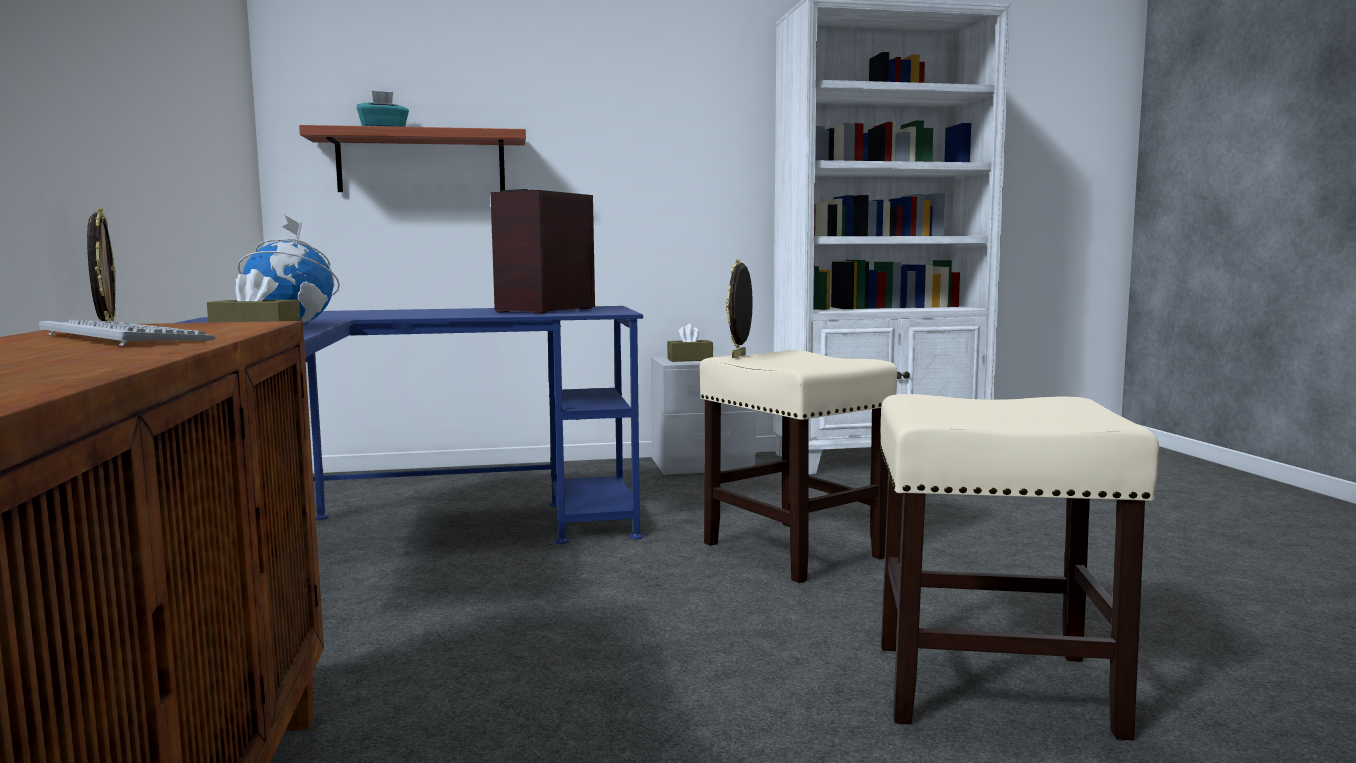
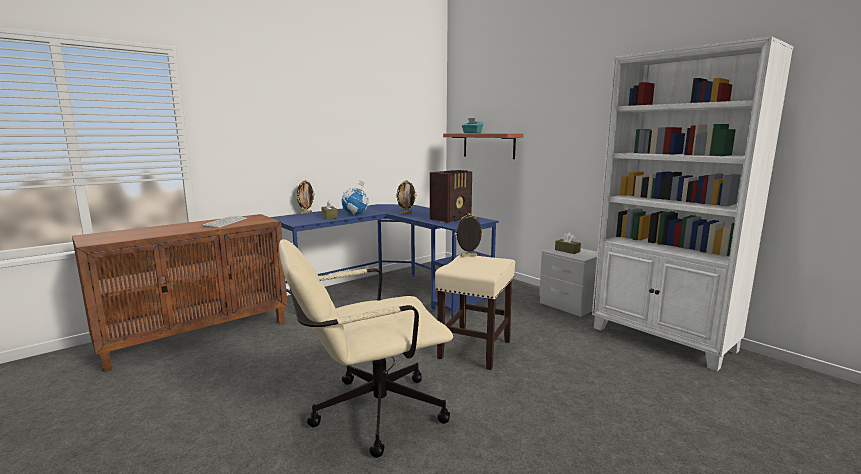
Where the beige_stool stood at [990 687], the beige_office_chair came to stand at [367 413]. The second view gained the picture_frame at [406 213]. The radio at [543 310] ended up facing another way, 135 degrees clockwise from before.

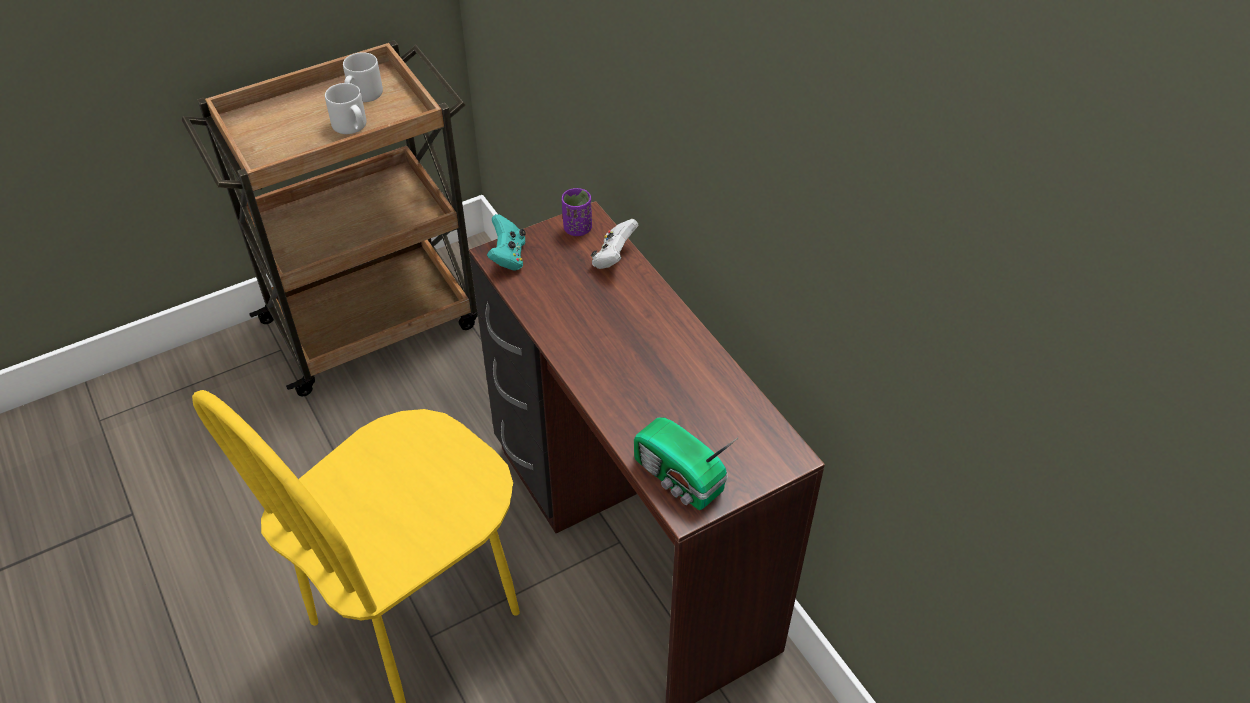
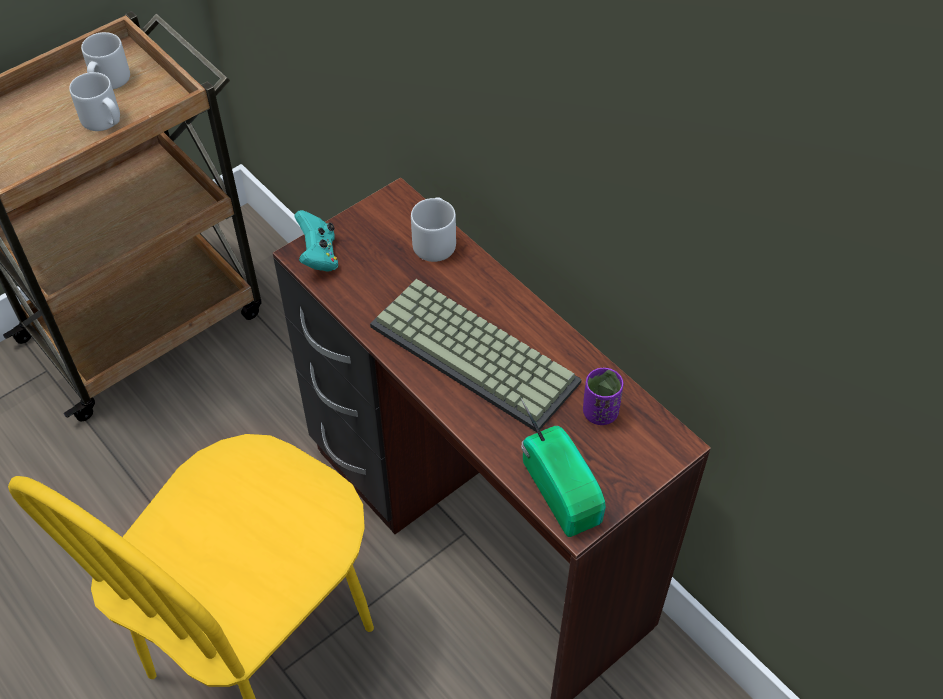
The second view gained the keyboard at [478 353]. Where the white_game_controller stood at [613 258], the grey_mug came to stand at [435 242]. The radio at [679 479] ended up facing another way, 150 degrees counterclockwise from before. The purple_cup ended up elsewhere, having gone from [577 229] to [600 412].

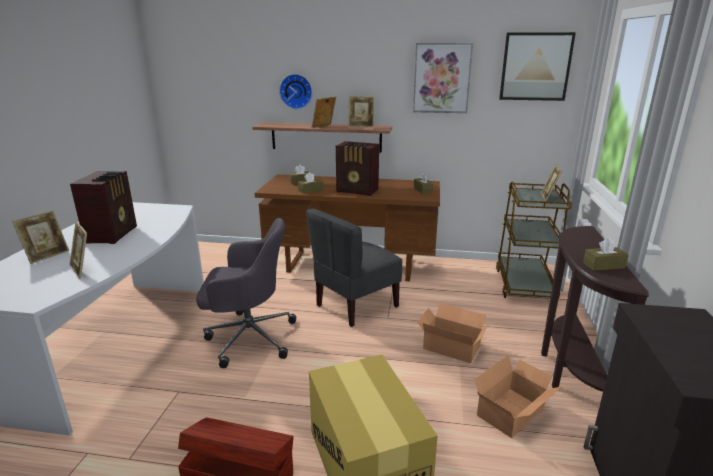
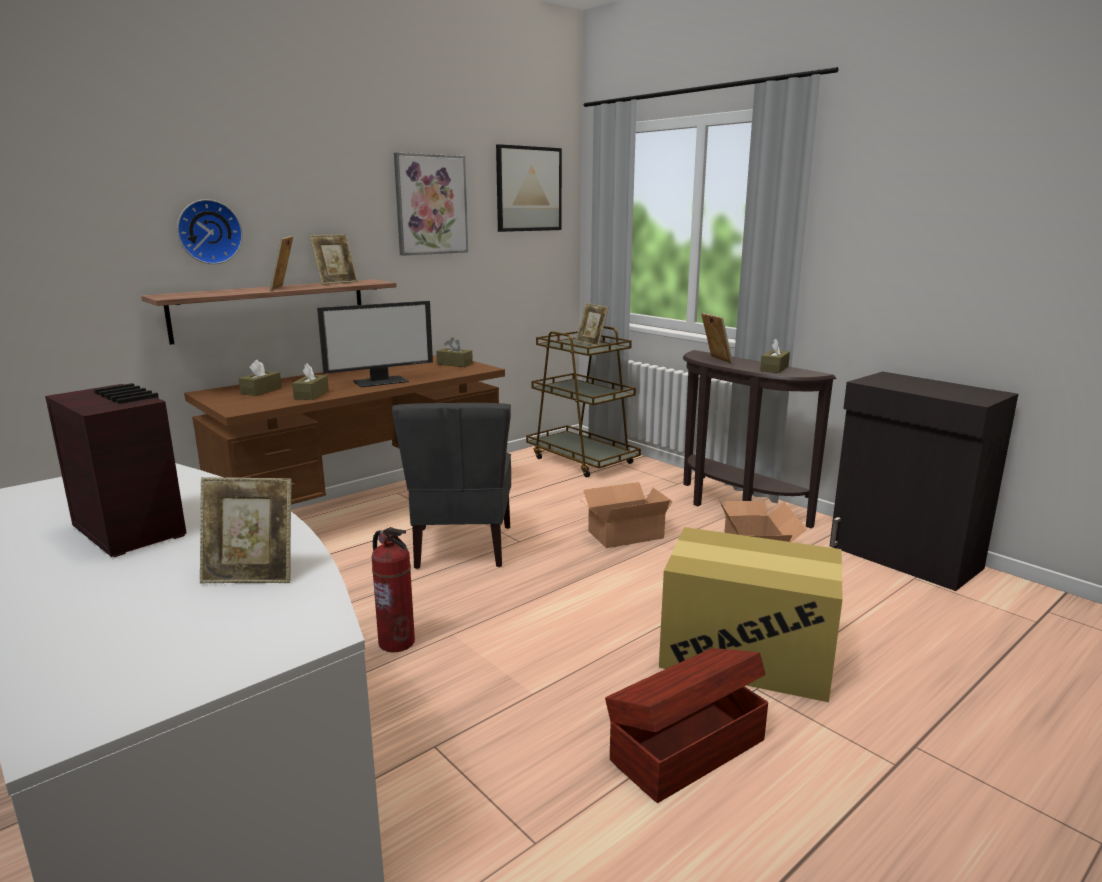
Where the radio stood at [358 191], the monitor came to stand at [381 381]. Where the grey_office_chair stood at [248 337], the fire_extinguisher came to stand at [397 642]. The picture_frame ended up elsewhere, having gone from [47 255] to [715 360].

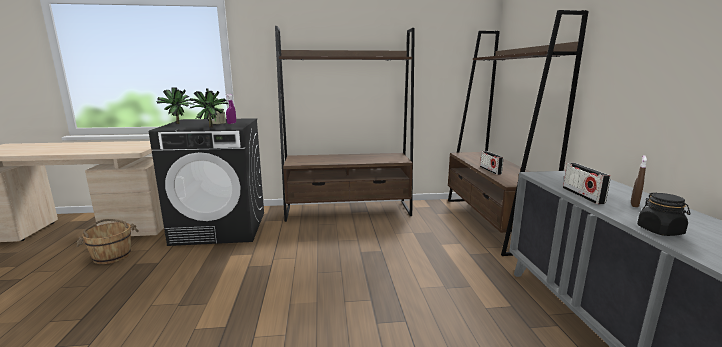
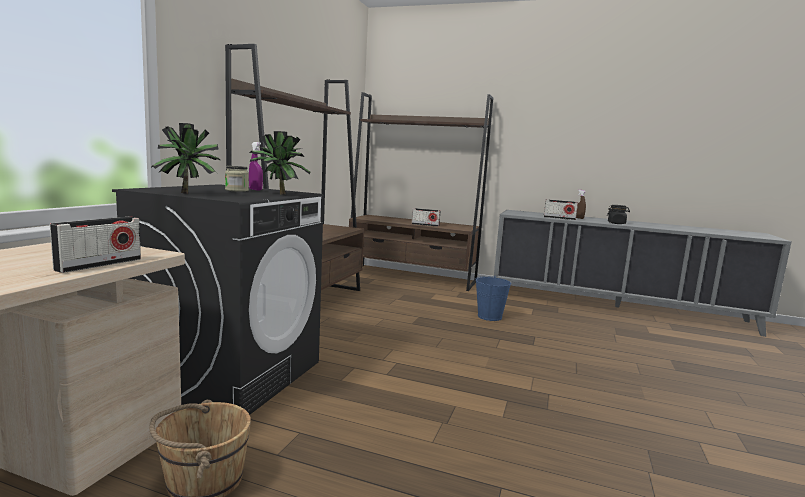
The second view gained the radio at [99 264]. The second view gained the blue_bucket at [490 317].

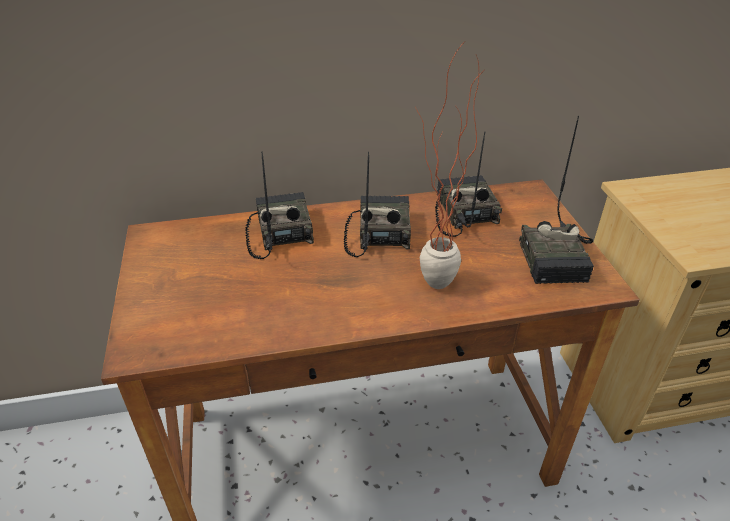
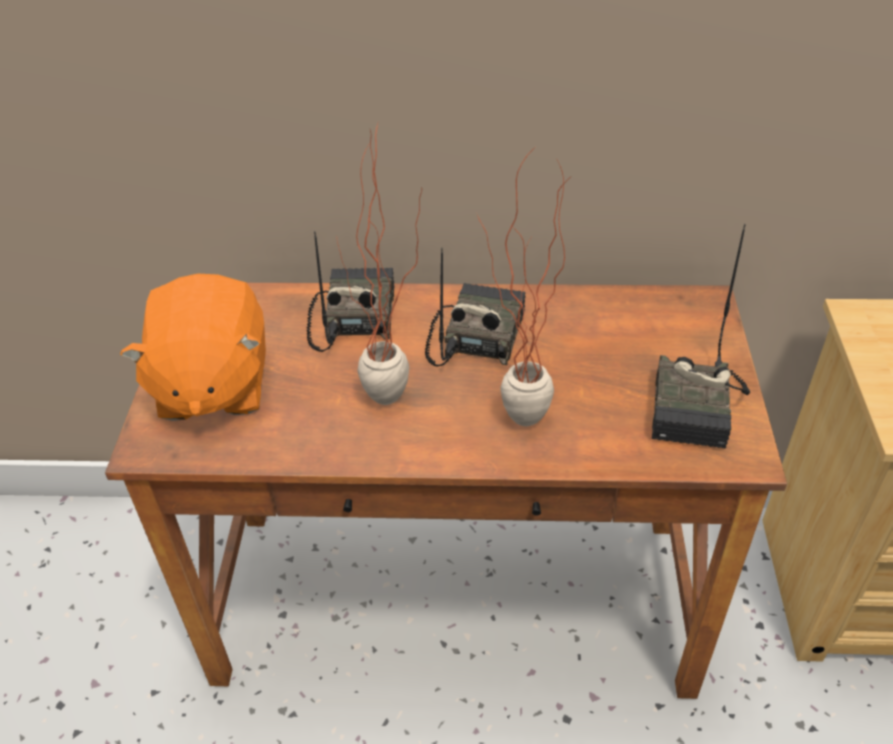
The second view gained the orange_plush_toy at [212 385]. The second view gained the potted_plant at [394 407]. The second view lost the radio at [462 212].

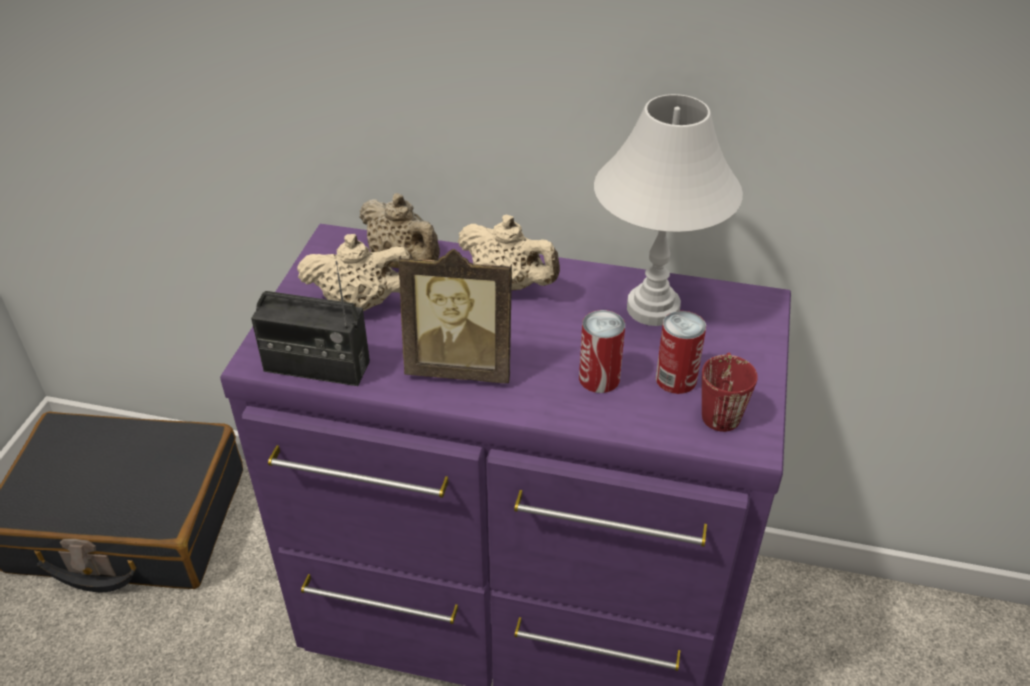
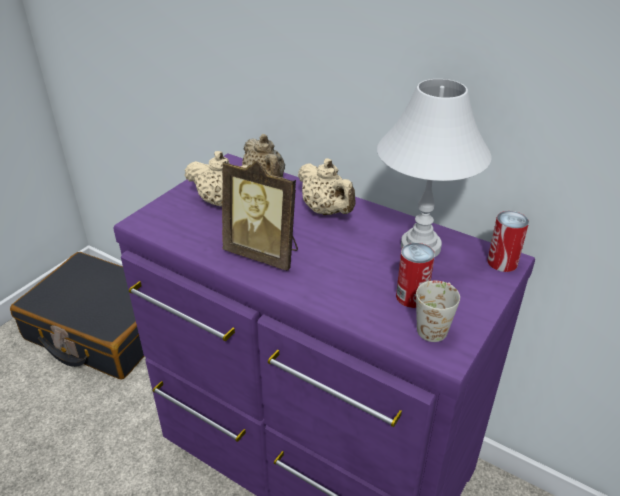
What was the red_mug at [720 408] turned into the white_mug at [435 325]. The can ended up elsewhere, having gone from [599 378] to [502 262]. The second view lost the radio at [316 367].

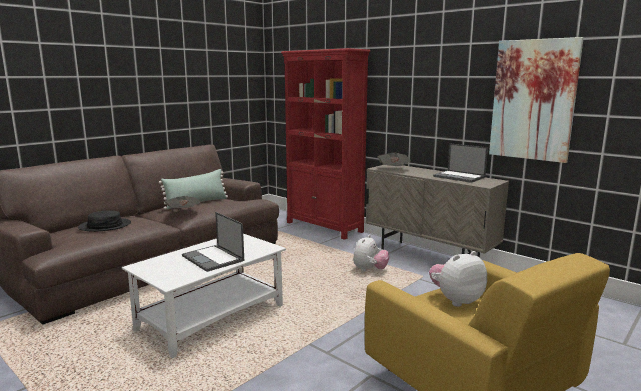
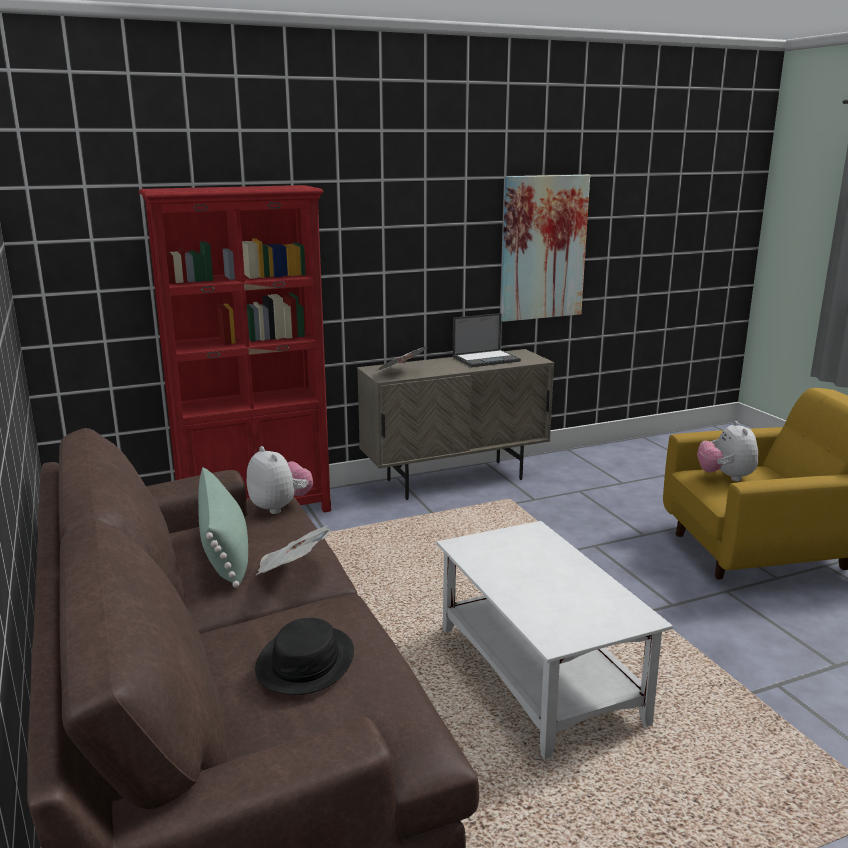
The plush_toy ended up elsewhere, having gone from [370 270] to [280 507]. The second view lost the laptop at [213 258].

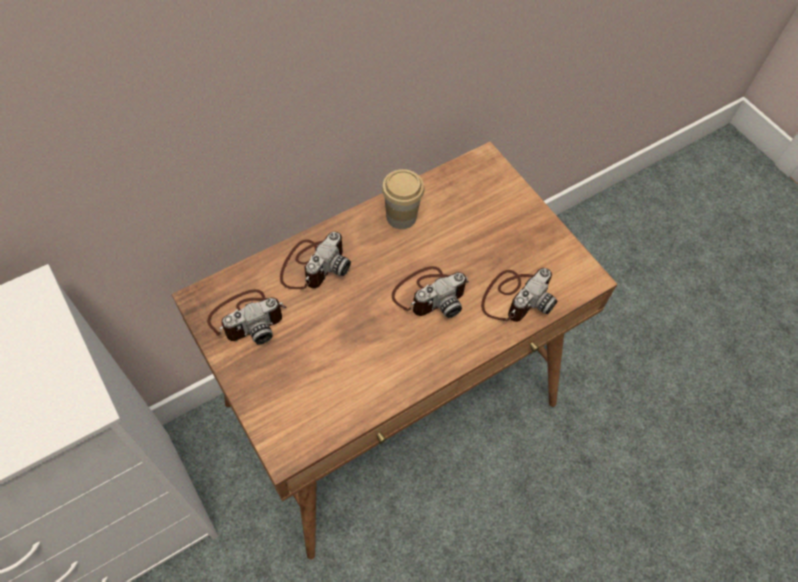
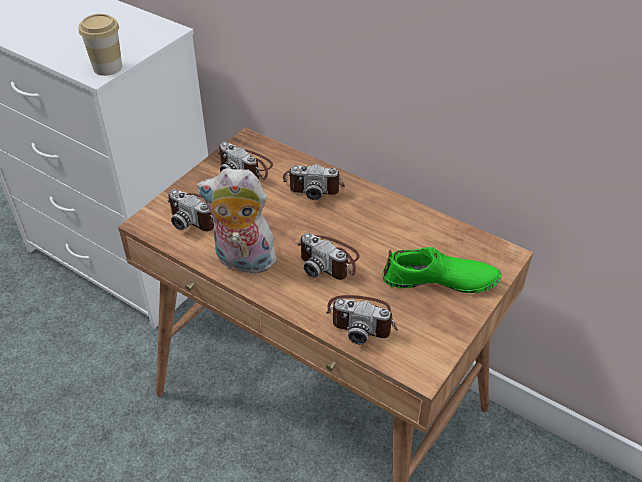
The cup ended up elsewhere, having gone from [401 216] to [107 67]. The second view gained the photo_camera at [198 214]. The second view gained the plush_toy at [242 261]. The second view gained the green_shoe at [440 281].

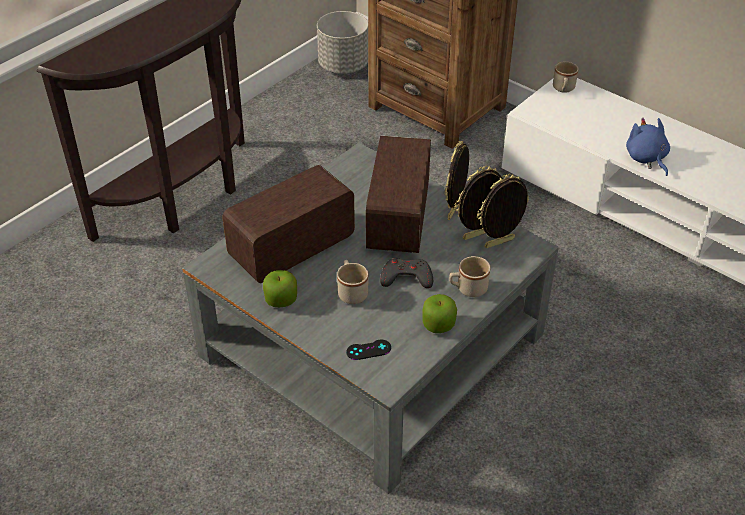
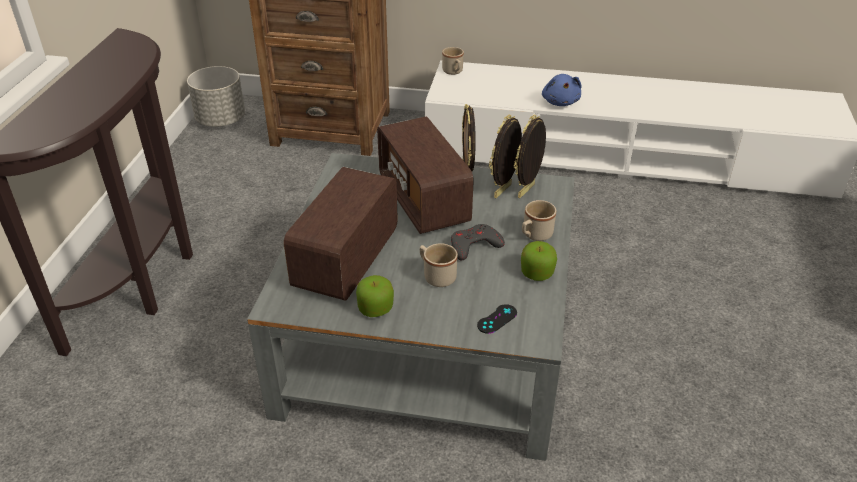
The blue_plush_toy at [646 158] ended up facing another way, 135 degrees counterclockwise from before.

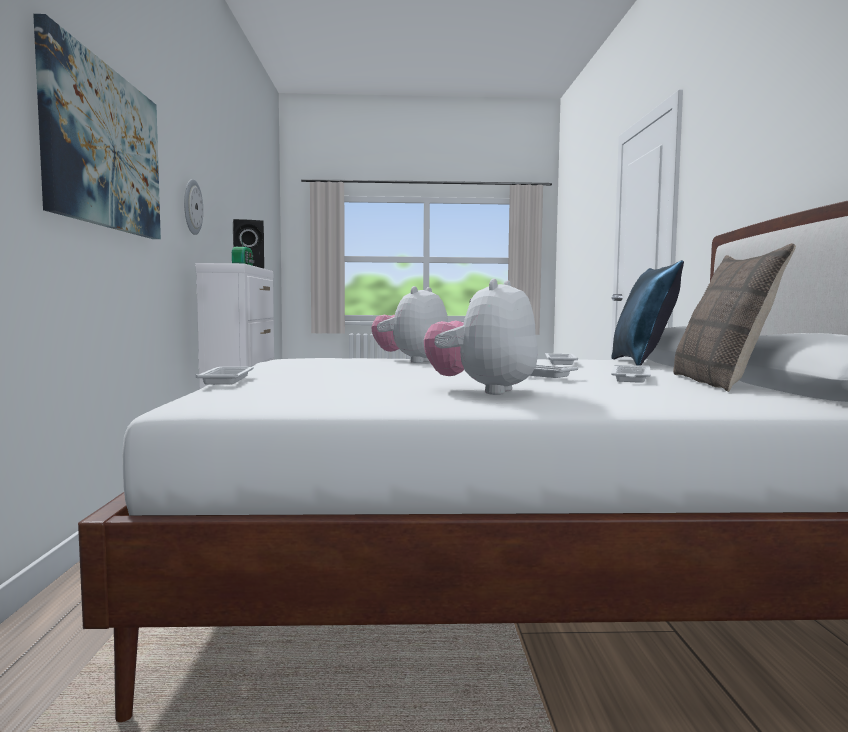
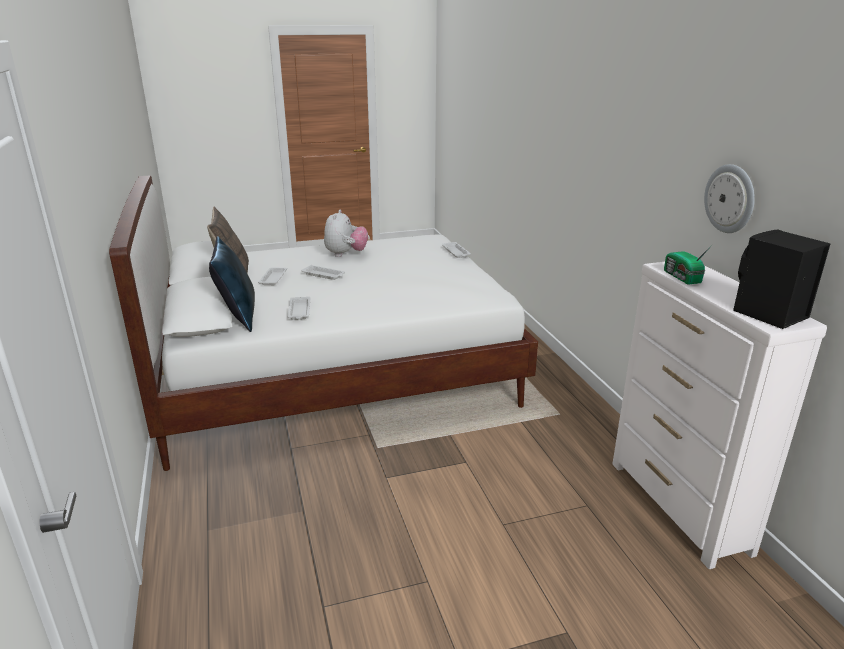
The second view lost the picture at [104 148]. The second view lost the plush_toy at [412 361].

